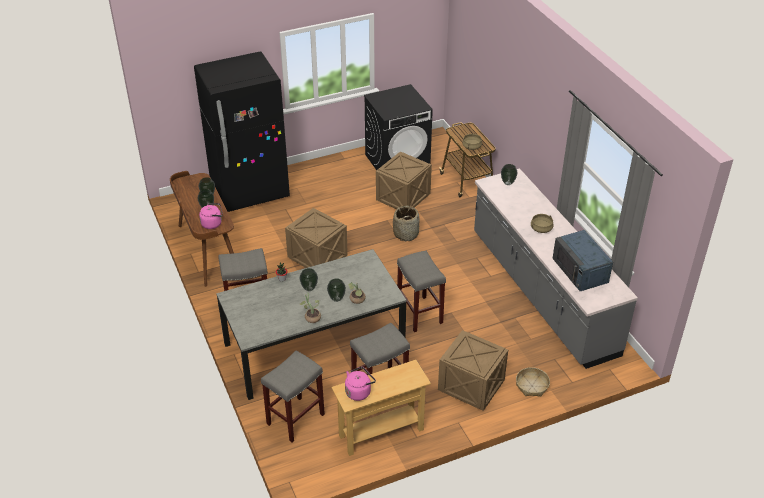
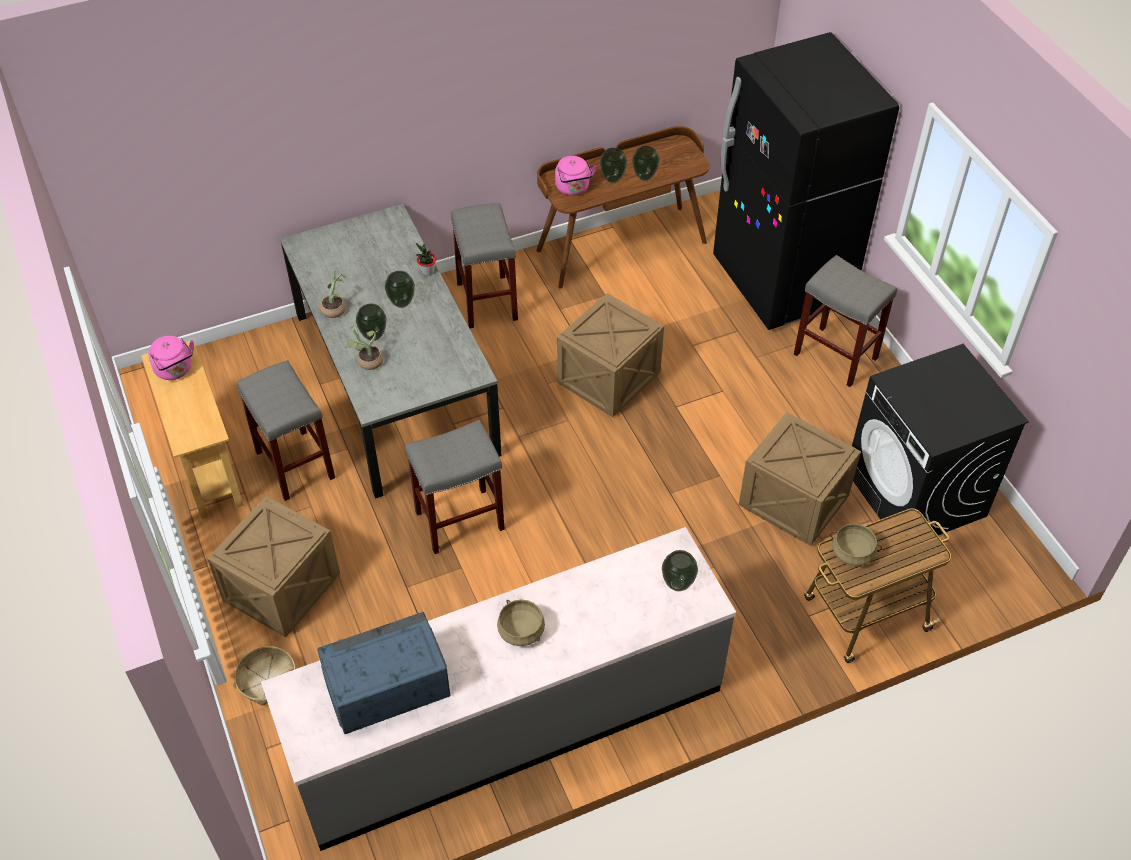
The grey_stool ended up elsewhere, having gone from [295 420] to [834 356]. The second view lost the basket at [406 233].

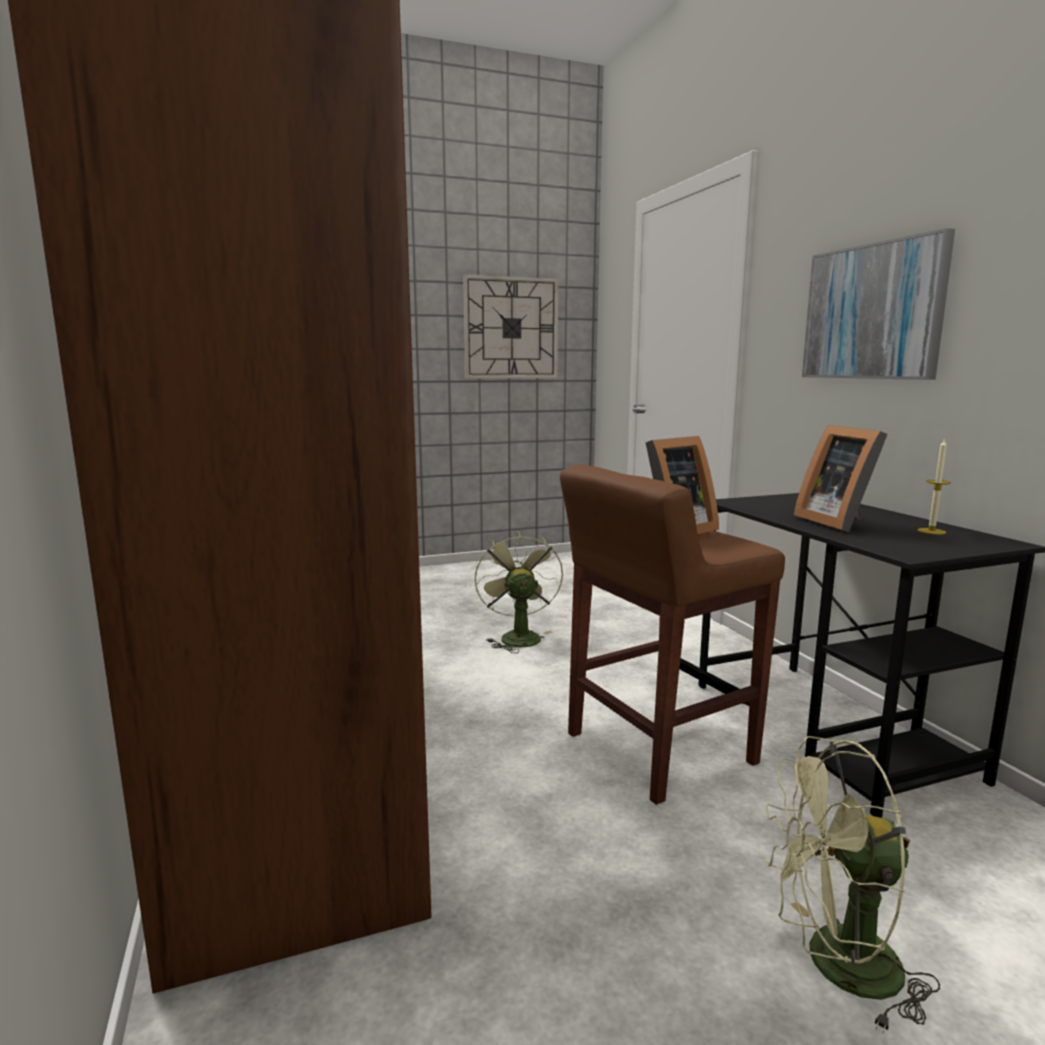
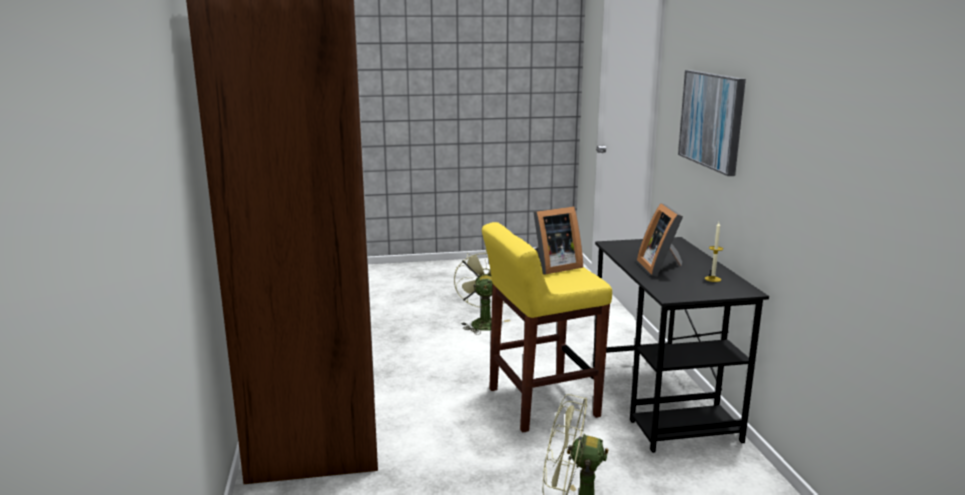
What was the brown_stool at [657 749] turned into the yellow_stool at [541 403]. The second view lost the wall_clock at [511 328].

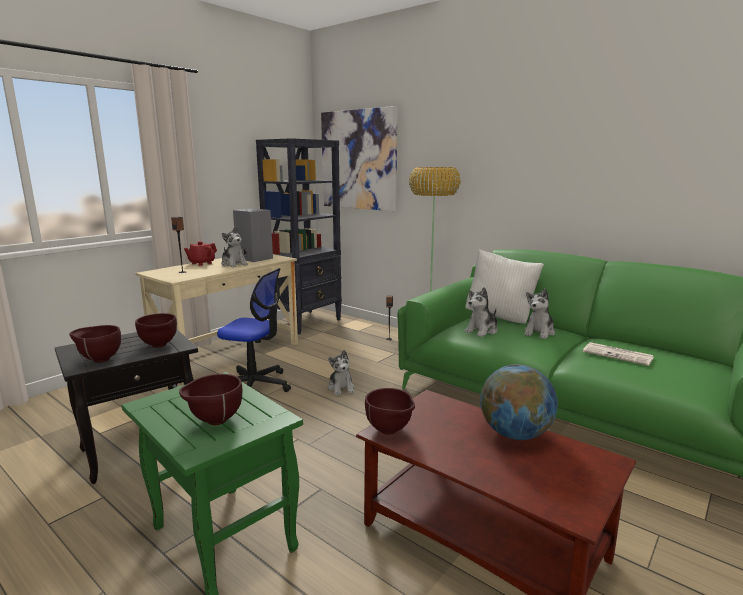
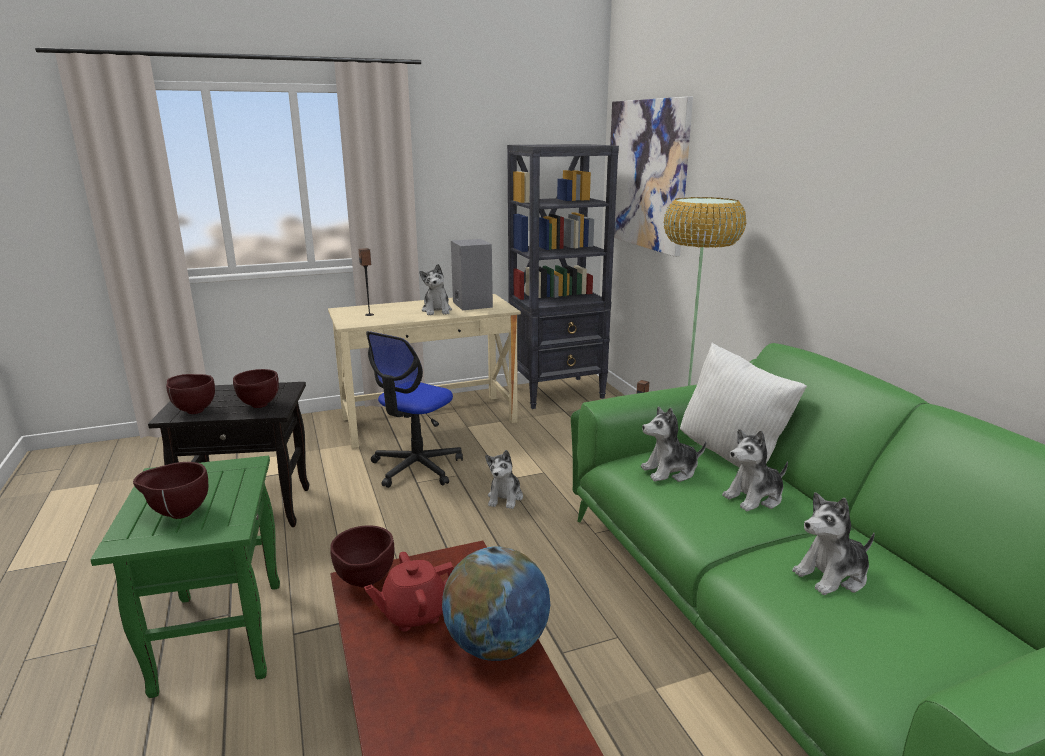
The red_teapot ended up elsewhere, having gone from [201 263] to [414 614]. The office_chair at [255 386] ended up facing another way, 75 degrees clockwise from before. Where the newspaper stood at [618 355], the plush_toy came to stand at [832 575].

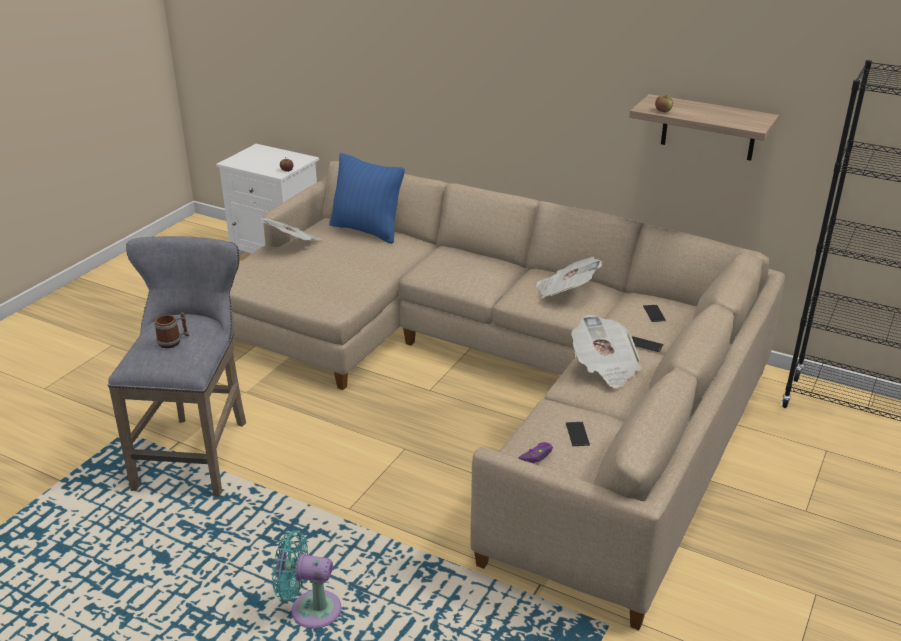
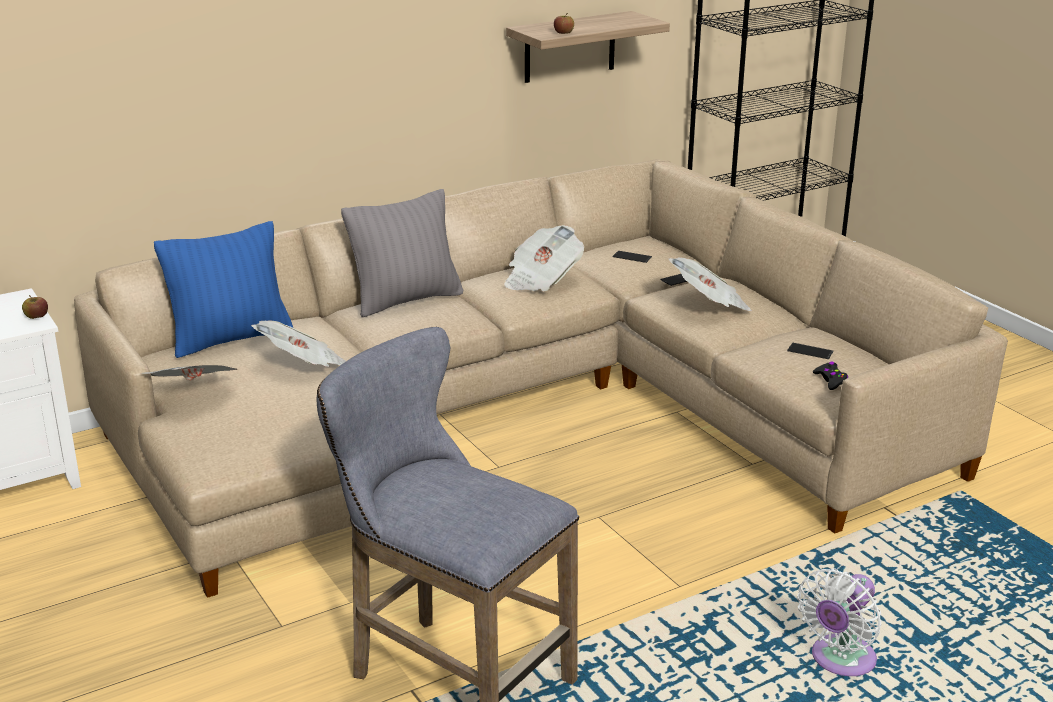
The second view gained the newspaper at [304 367]. The second view gained the grey_pillow at [406 300]. What was the turquoise_fan at [310 609] turned into the white_fan at [839 661]. What was the purple_game_controller at [536 456] turned into the black_game_controller at [830 380]. The second view lost the mug at [173 341].

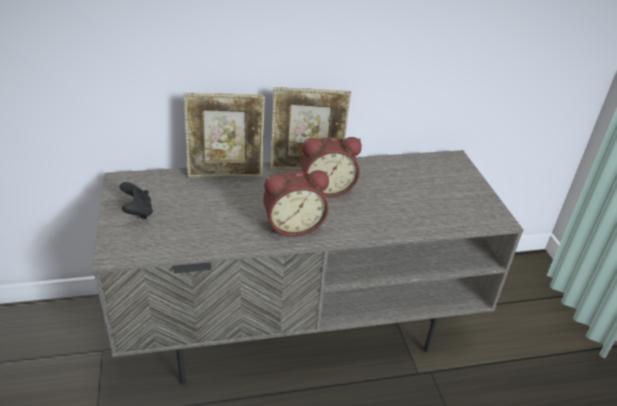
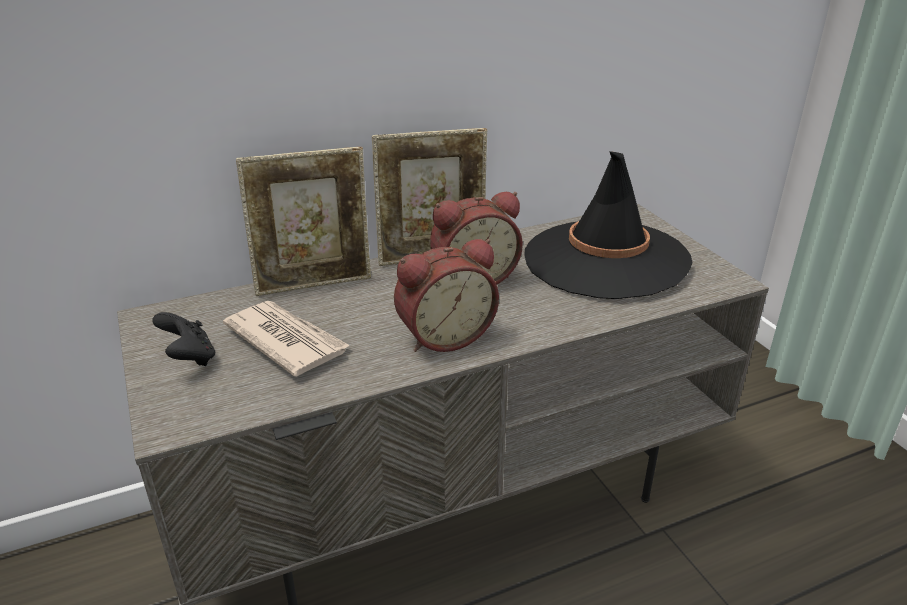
The second view gained the newspaper at [286 340]. The second view gained the black_hat at [605 259].

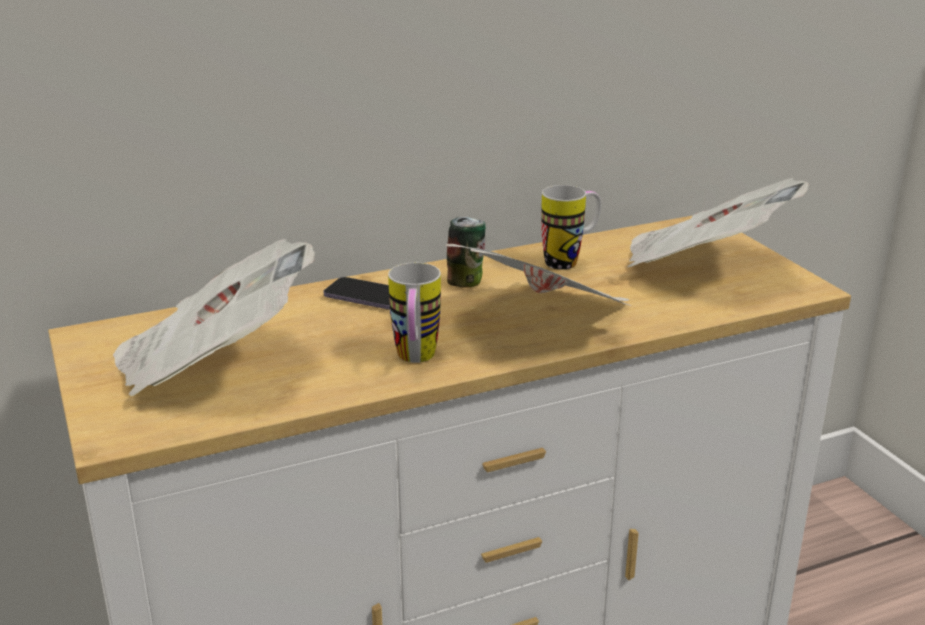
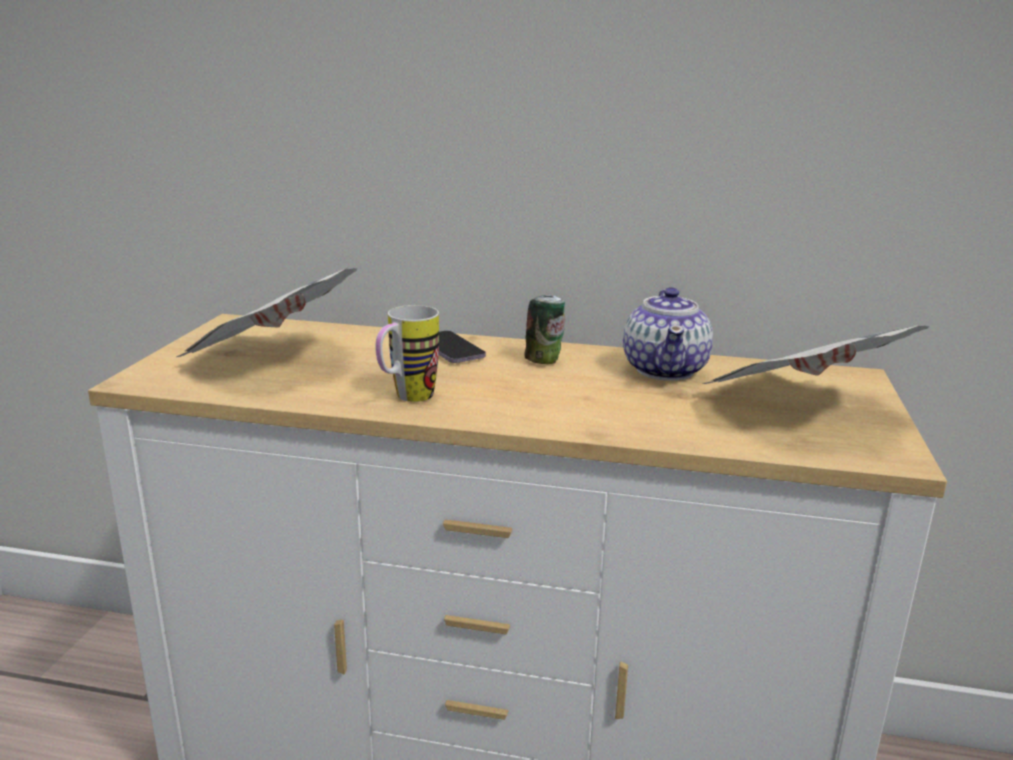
Where the mug stood at [570 261], the teapot came to stand at [665 370]. The second view lost the newspaper at [546 322].

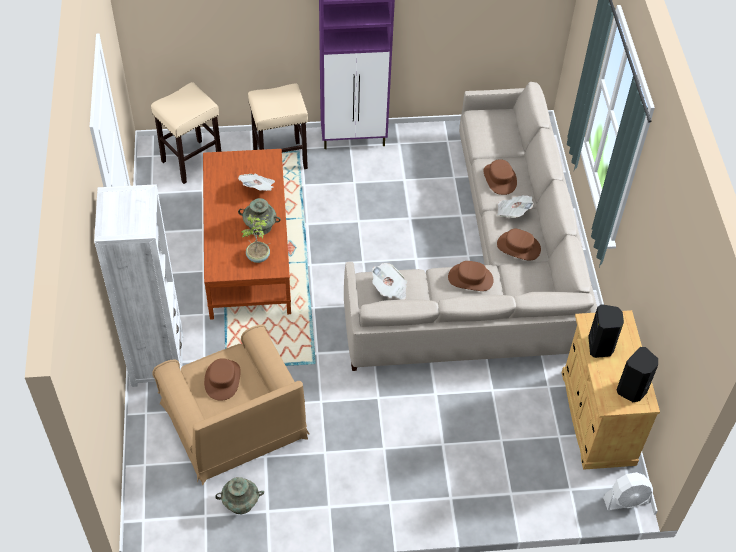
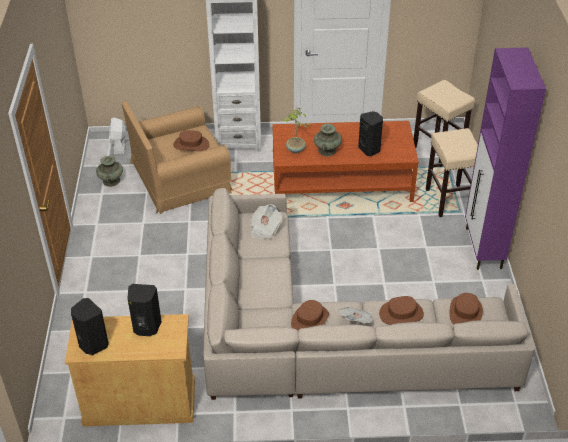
The white_fan ended up elsewhere, having gone from [626 500] to [118 145]. Where the newspaper stood at [258 188], the black_speaker came to stand at [370 149]. The brown_hat ended up elsewhere, having gone from [470 278] to [465 313].

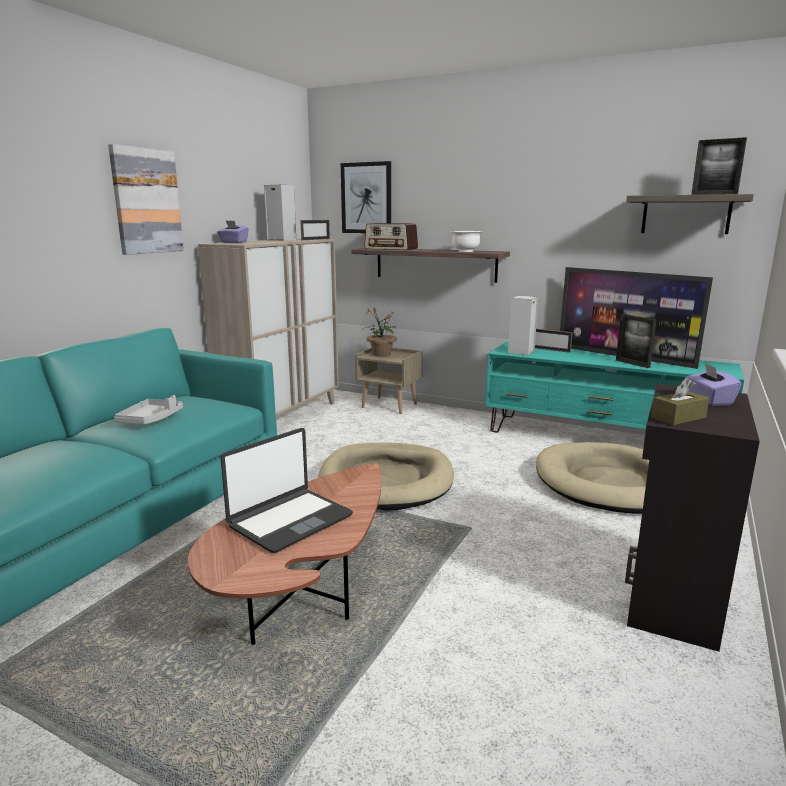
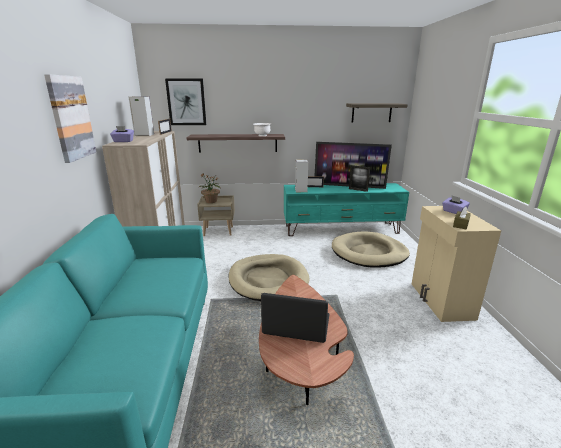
The laptop at [289 520] ended up facing another way, 90 degrees counterclockwise from before. What was the black_cabinet at [671 595] turned into the beige_cabinet at [440 301]. The second view lost the grey_tray at [151 419]. The second view lost the radio at [391 249]. The second view lost the picture_frame at [714 194].

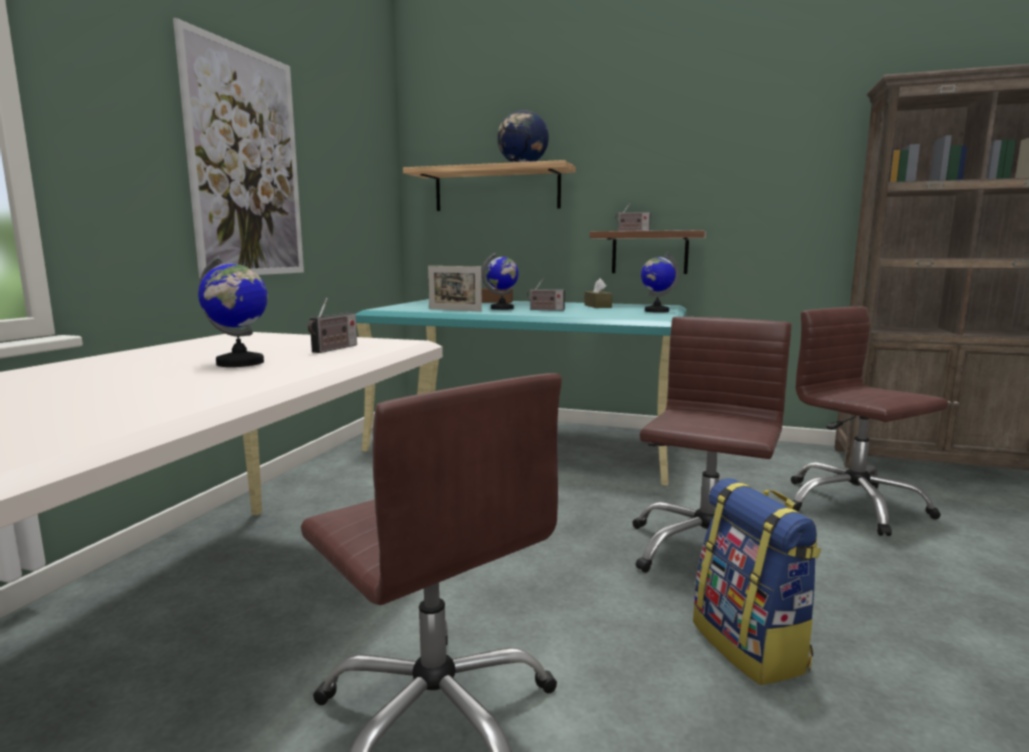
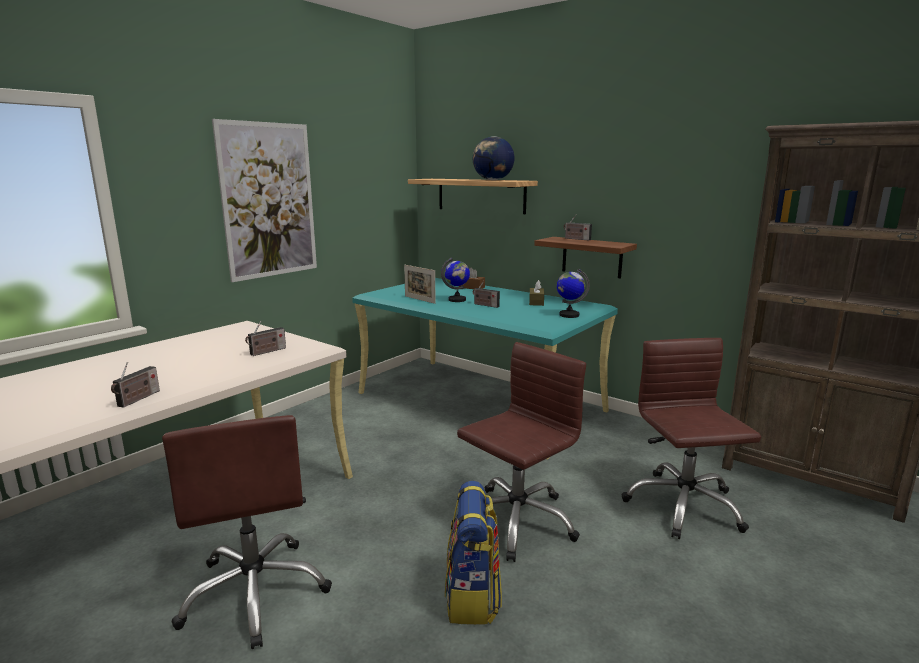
The second view gained the radio at [137 399]. The second view lost the globe at [240 363].

